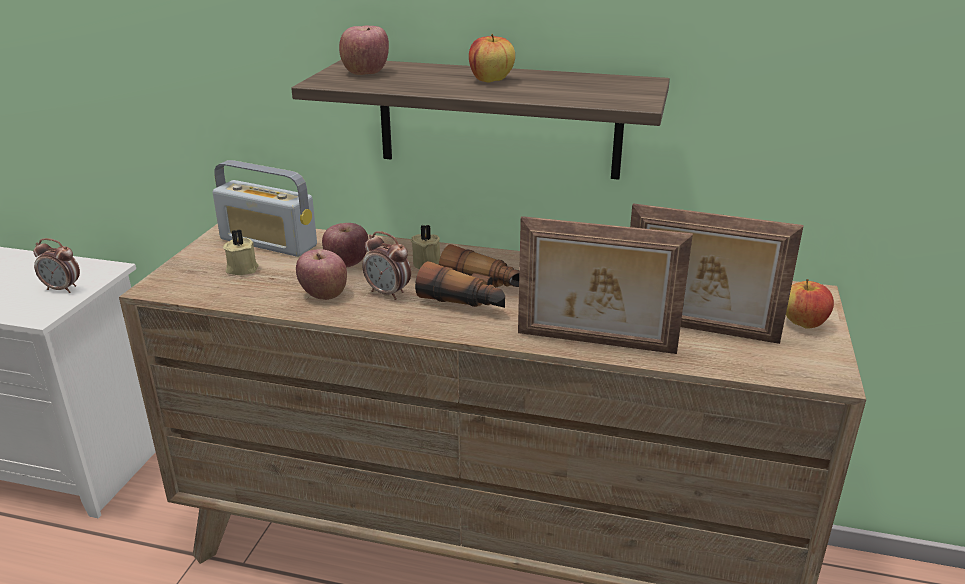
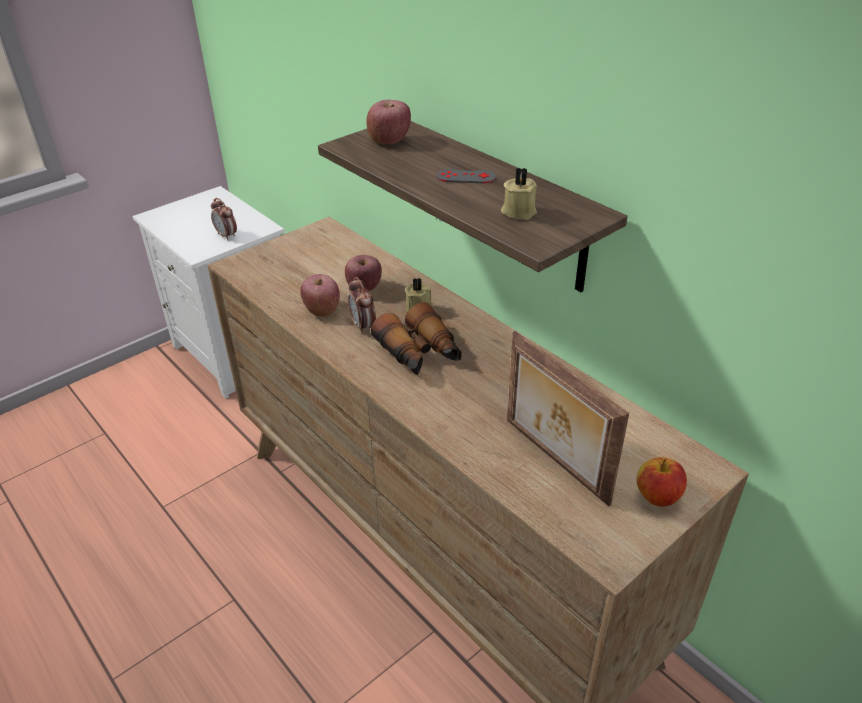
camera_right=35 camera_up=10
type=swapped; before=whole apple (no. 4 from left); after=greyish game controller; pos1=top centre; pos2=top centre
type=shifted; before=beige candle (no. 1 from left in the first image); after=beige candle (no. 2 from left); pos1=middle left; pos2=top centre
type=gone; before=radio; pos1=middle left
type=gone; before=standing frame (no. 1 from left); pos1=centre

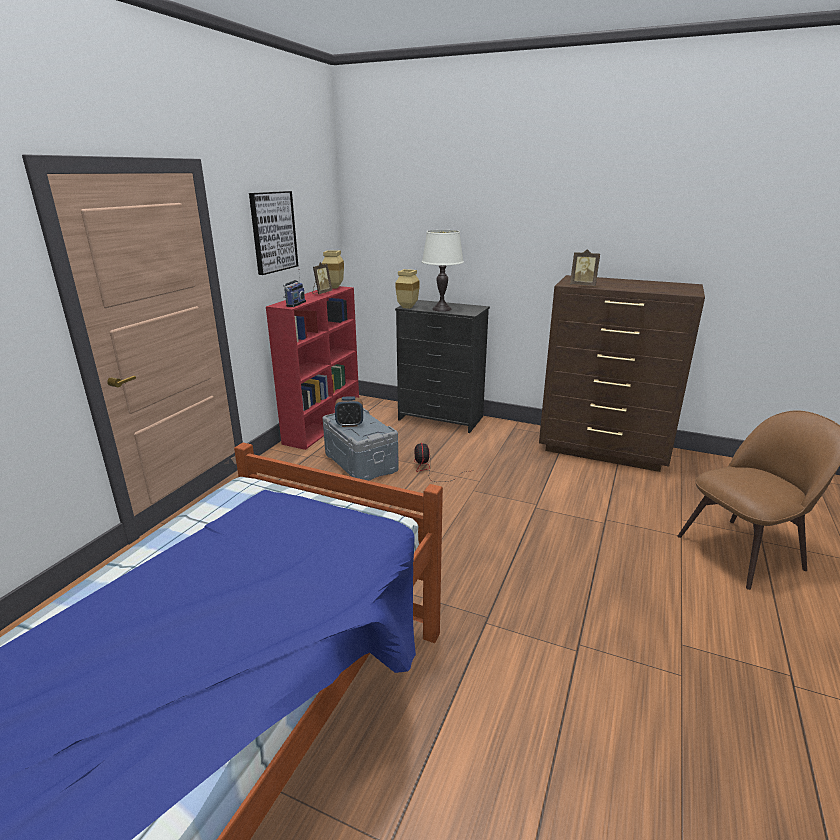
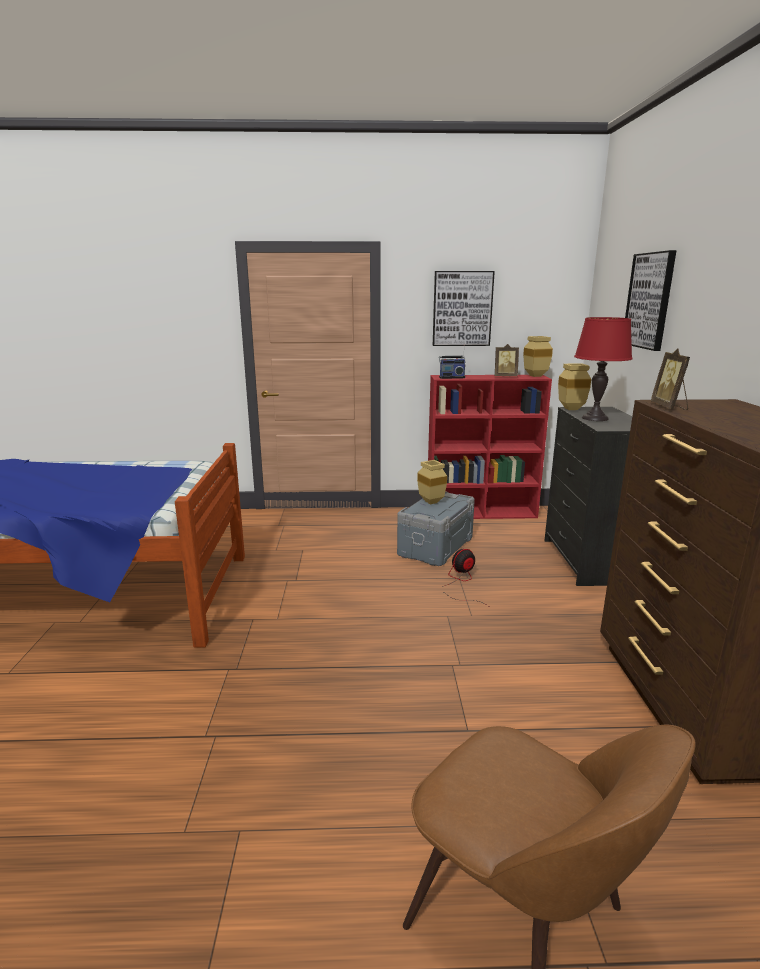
camera_right=65 camera_up=-5
type=swapped; before=bedside clock; after=beige flower vase (no. 1 from left); pos1=centre; pos2=centre
type=repainted; before=white-coloured table lamp; after=red-coloured table lamp; pos1=top centre; pos2=middle right
type=new; after=picture (no. 2 from left); pos2=top right

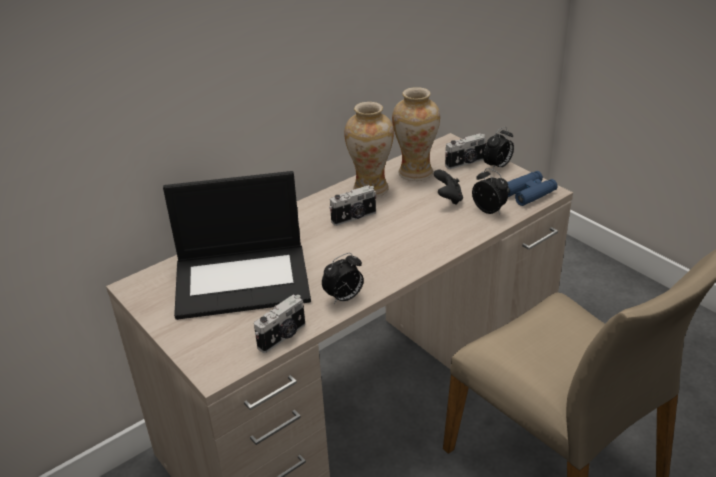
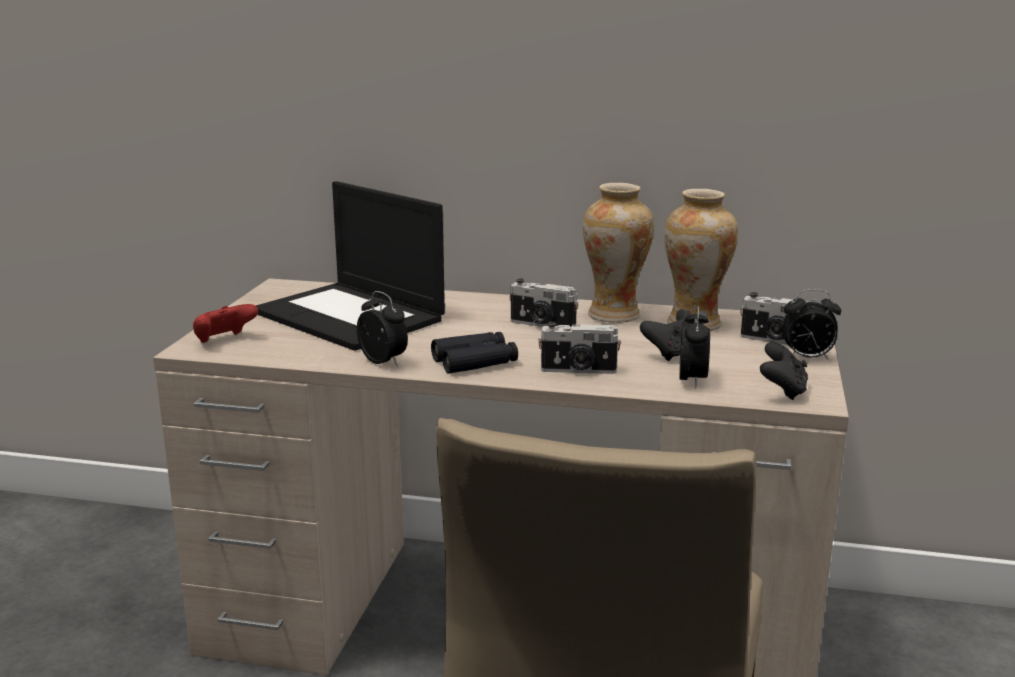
camera_right=50 camera_up=-15
type=new; after=red-coloured game controller; pos2=middle left
type=rotated; before=bedside clock (no. 1 from left); pos1=centre; pos2=centre; turn=-150
type=new; after=black-coloured binoculars; pos2=centre
type=shifted; before=photo camera (no. 1 from left in the first image); after=photo camera (no. 2 from left); pos1=bottom centre; pos2=centre
type=swapped; before=blue binoculars; after=black-coloured game controller (no. 2 from left); pos1=middle right; pos2=middle right

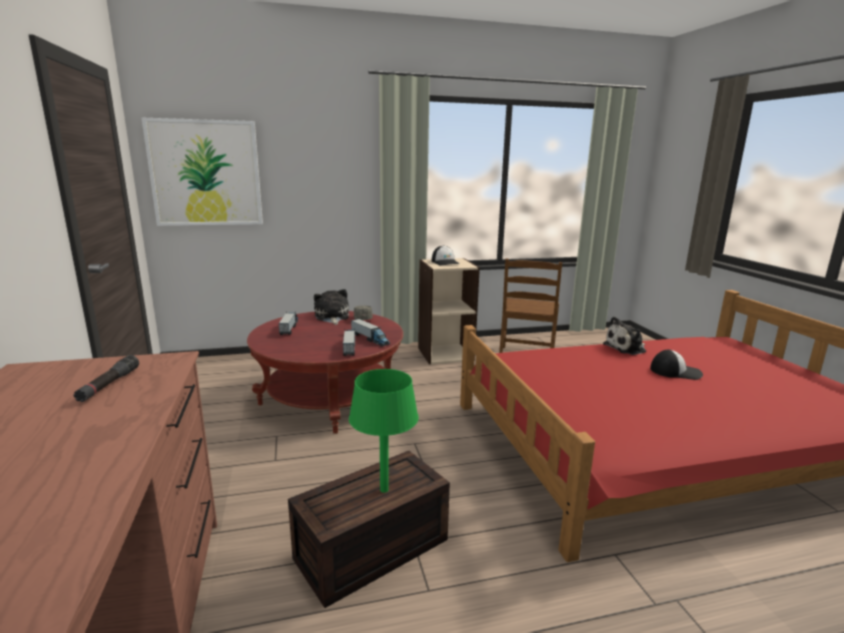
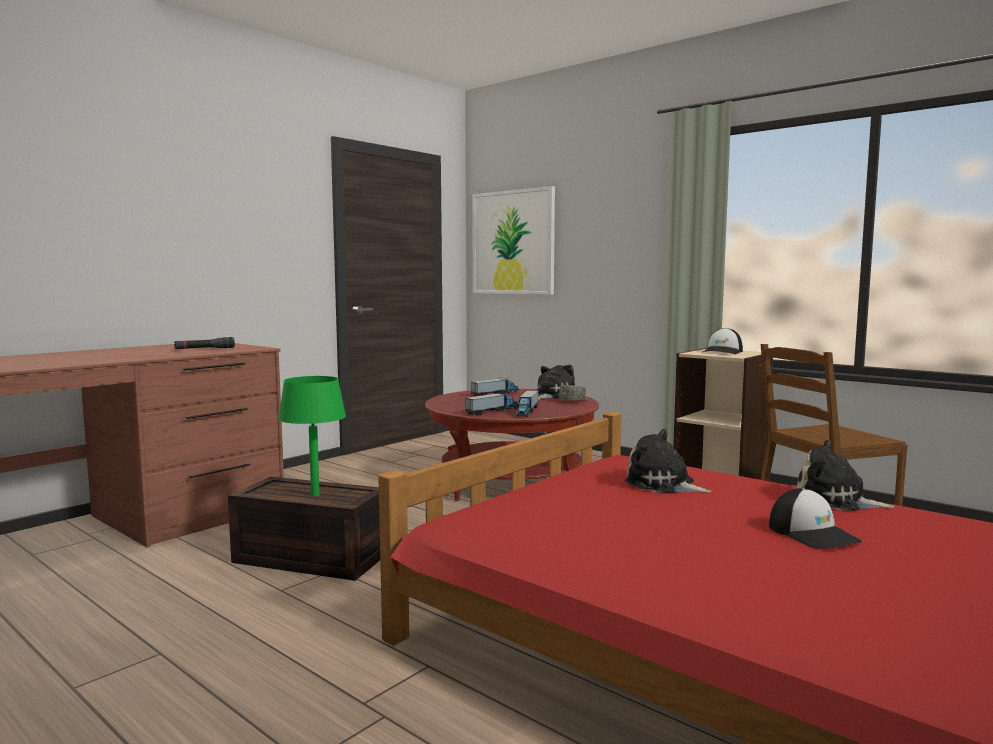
camera_right=55 camera_up=-10
type=new; after=cuddly toy (no. 2 from left); pos2=middle right

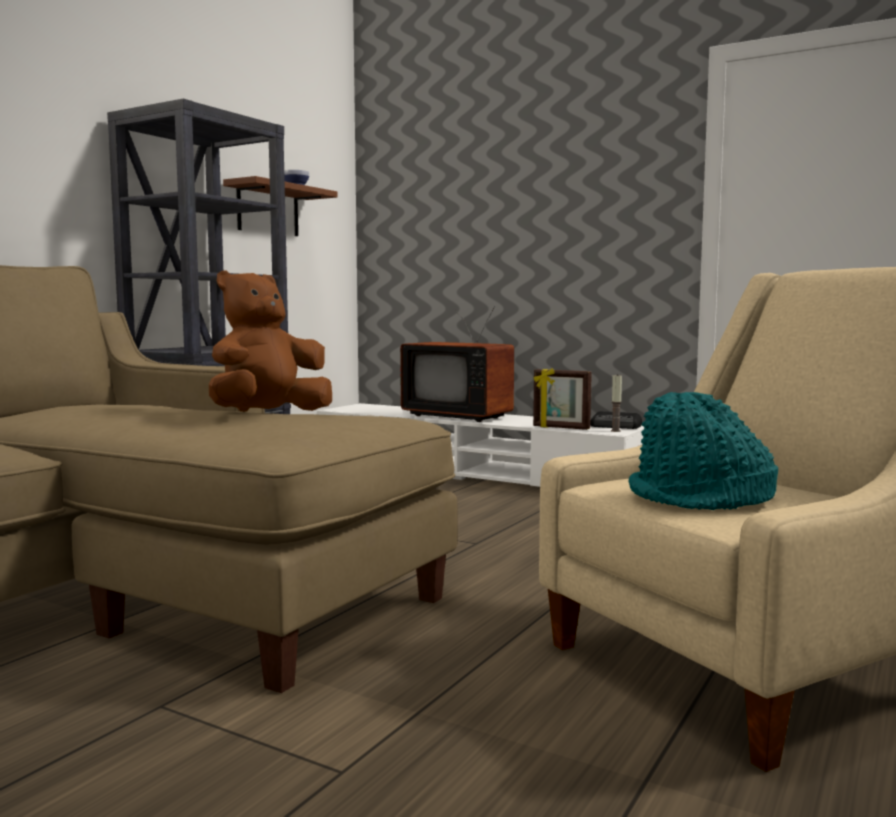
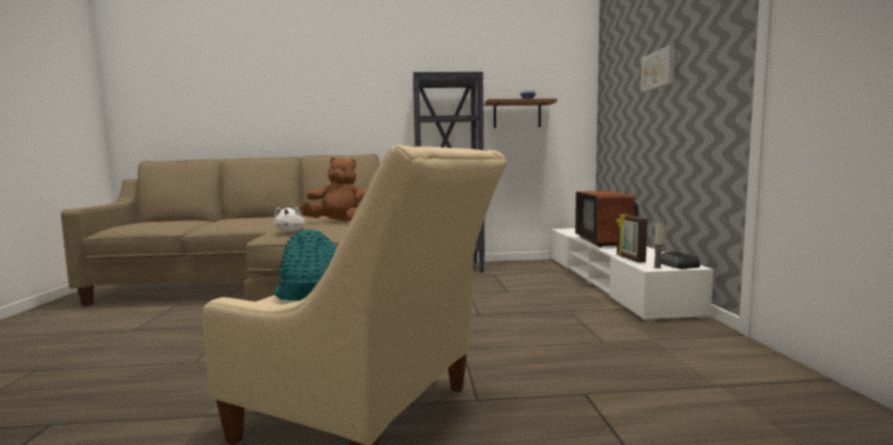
camera_right=55 camera_up=0
type=new; after=white-coloured cuddly toy; pos2=middle left
type=new; after=picture; pos2=top right

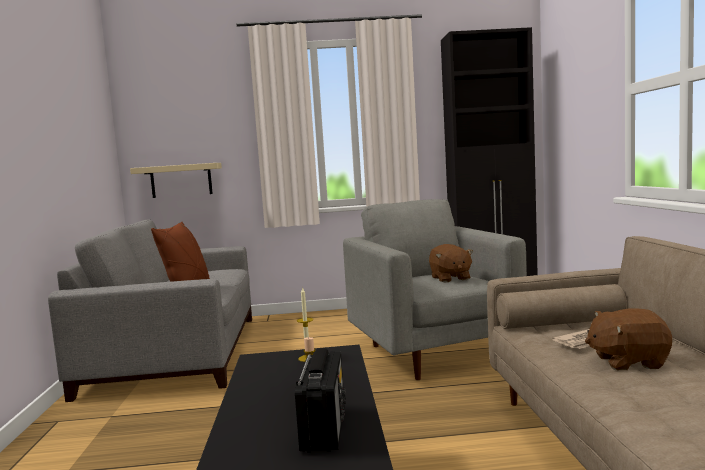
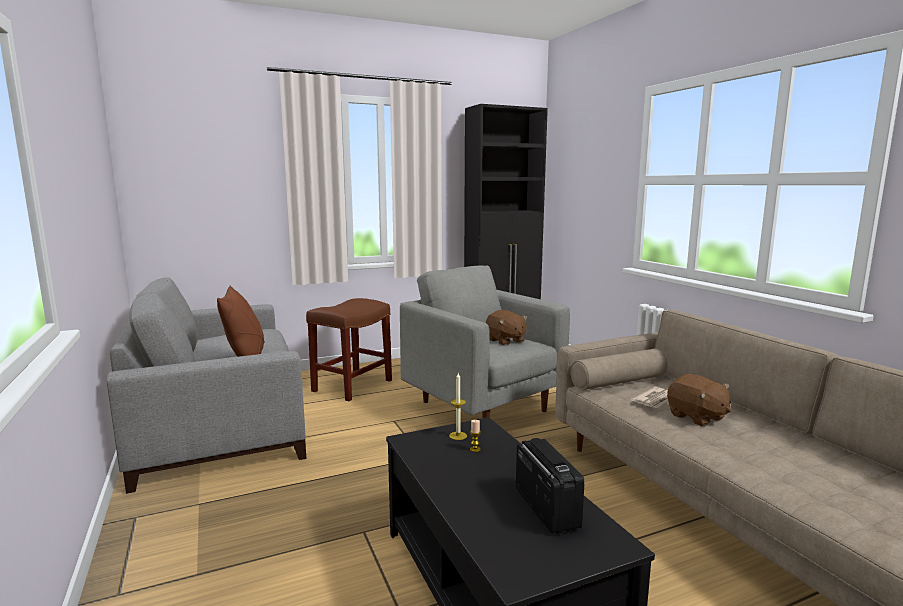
camera_right=-20 camera_up=5
type=new; after=brown stool; pos2=centre
type=rotated; before=brown cuddly toy (no. 2 from left); pos1=bottom right; pos2=middle right; turn=-105
type=gone; before=beige wall shelf; pos1=middle left

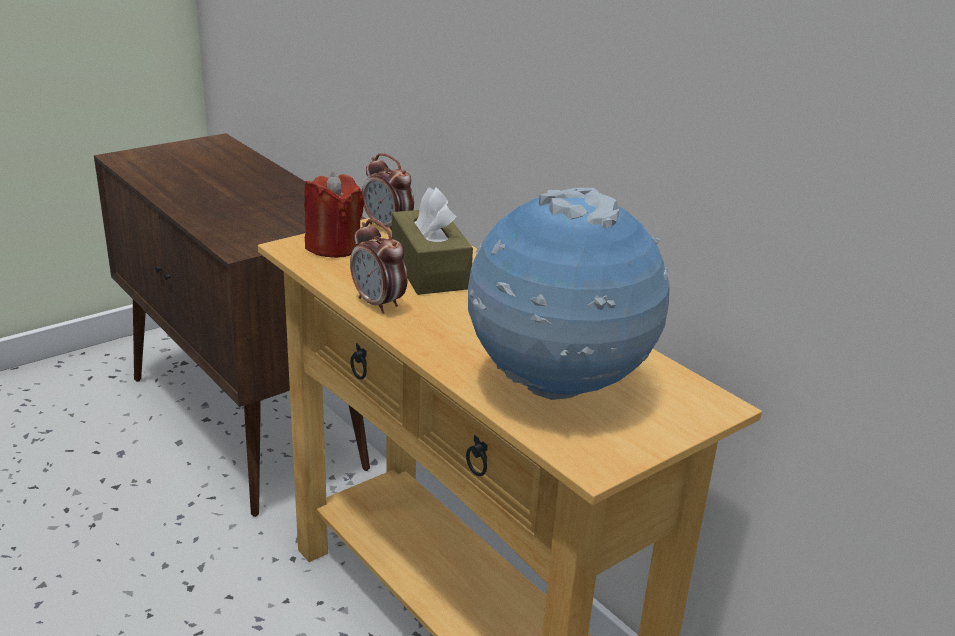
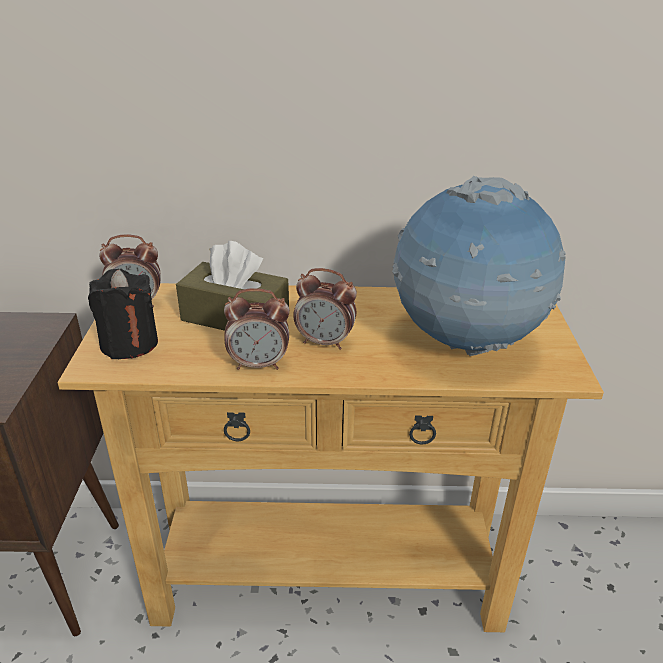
camera_right=-50 camera_up=5
type=repainted; before=red-coloured candle; after=black-coloured candle; pos1=centre; pos2=middle left
type=new; after=bedside clock (no. 3 from left); pos2=centre

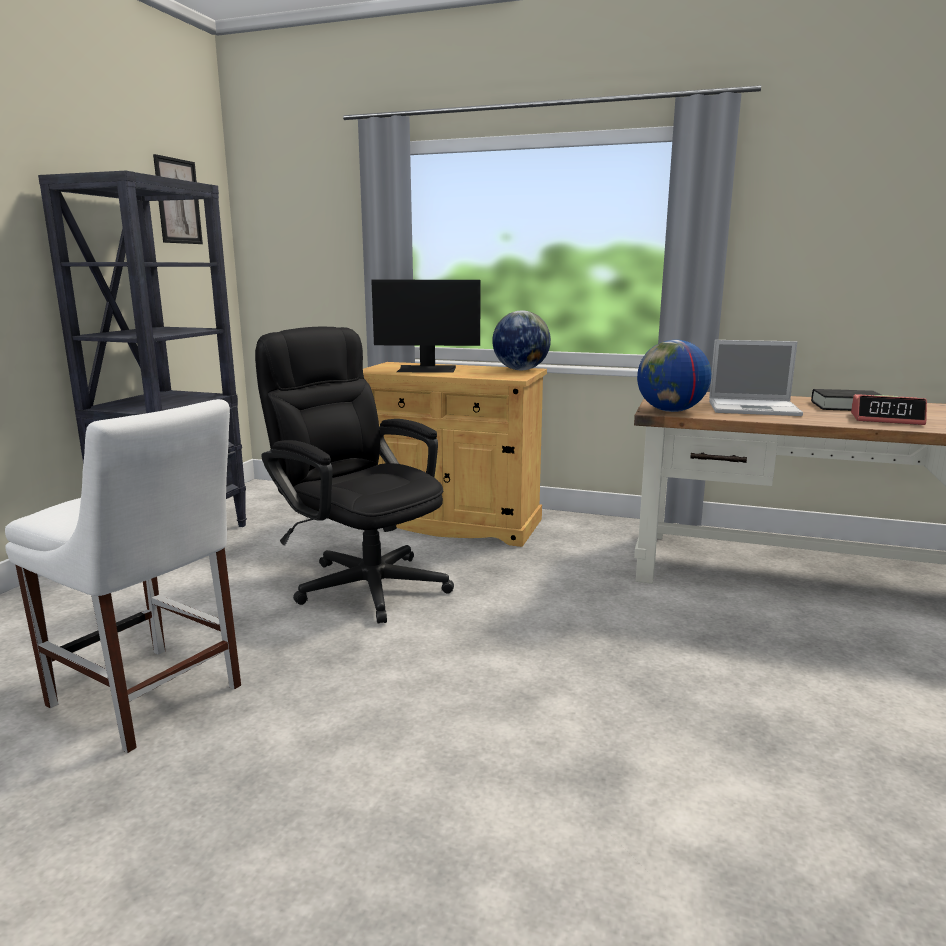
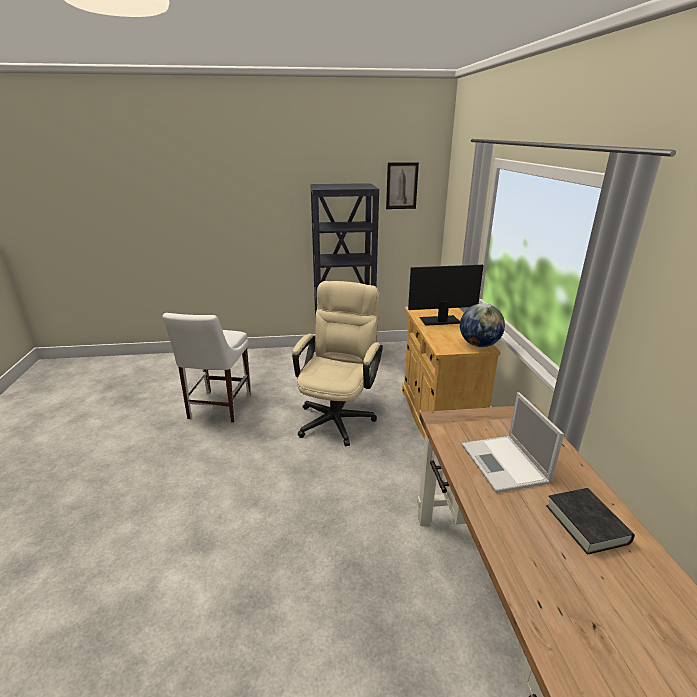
camera_right=65 camera_up=10
type=repainted; before=black-coloured office chair; after=beige office chair; pos1=centre; pos2=centre
type=rotated; before=computer screen; pos1=centre; pos2=centre; turn=105
type=gone; before=desk globe (no. 2 from left); pos1=middle right
type=gone; before=bedside clock; pos1=middle right

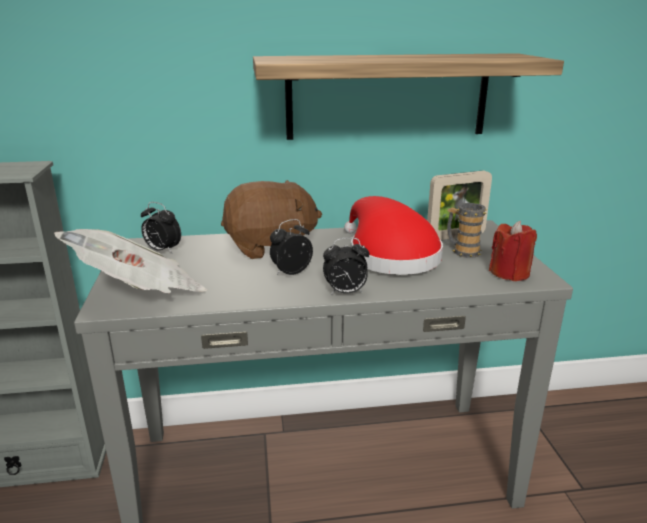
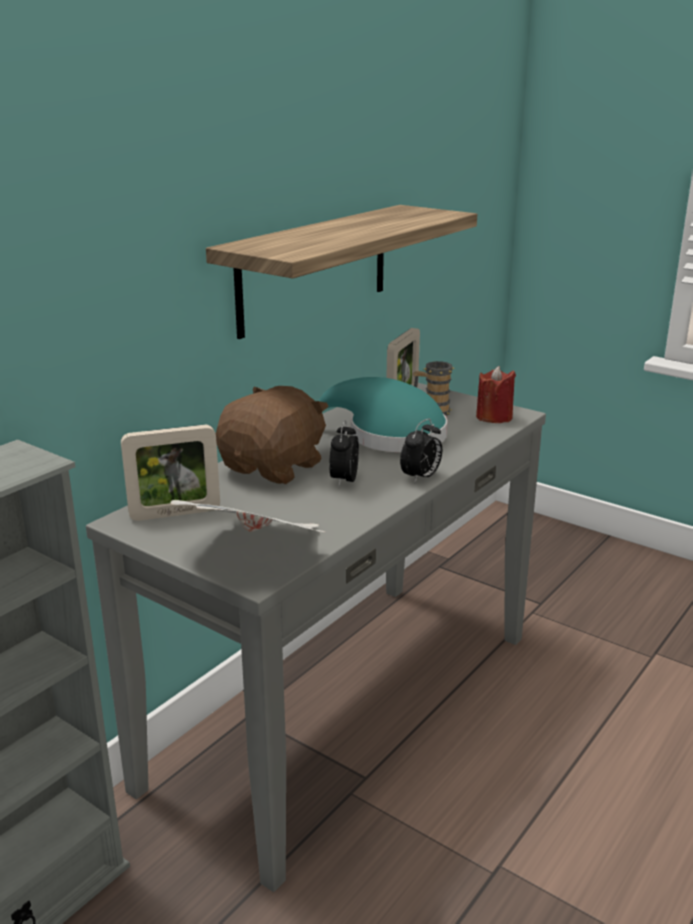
camera_right=-45 camera_up=0
type=swapped; before=bedside clock (no. 1 from left); after=standing frame (no. 1 from left); pos1=middle left; pos2=middle left
type=repainted; before=red-coloured hat; after=turquoise-coloured hat; pos1=centre; pos2=centre

